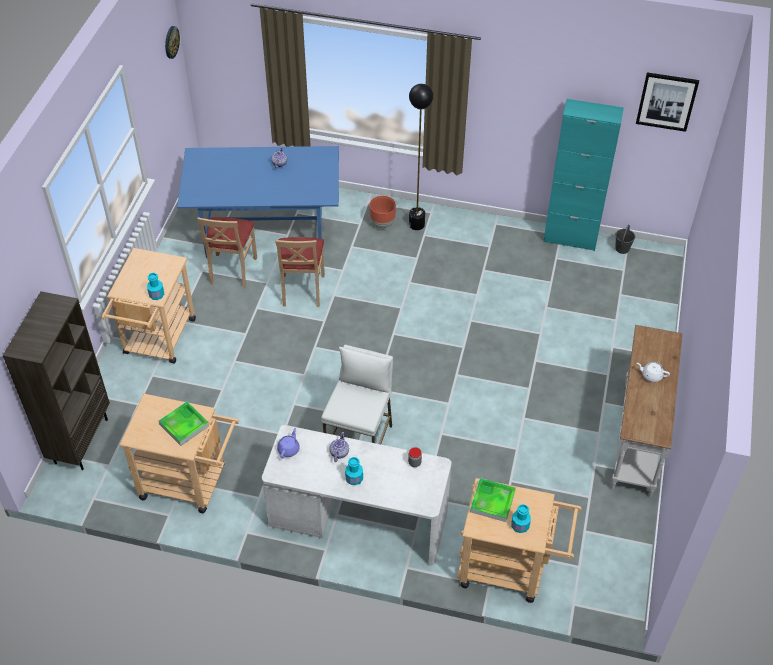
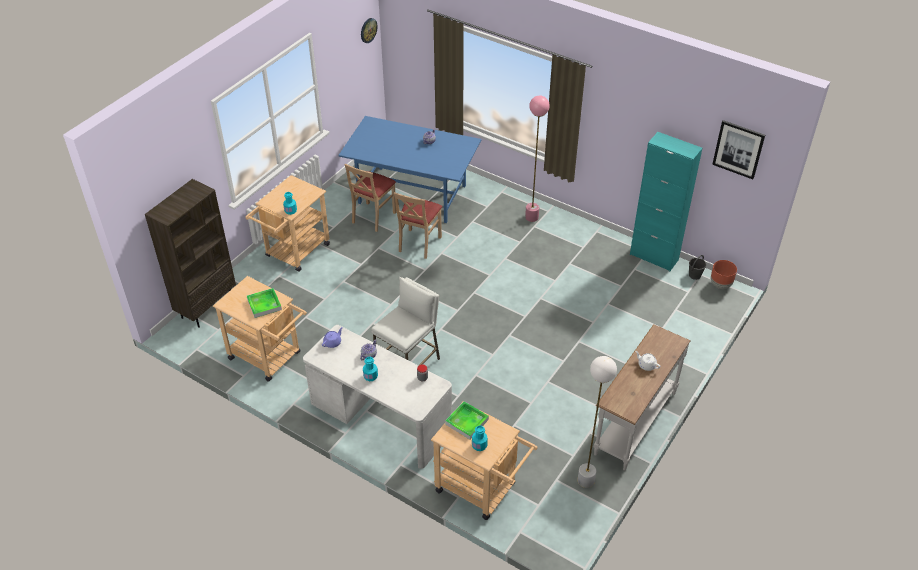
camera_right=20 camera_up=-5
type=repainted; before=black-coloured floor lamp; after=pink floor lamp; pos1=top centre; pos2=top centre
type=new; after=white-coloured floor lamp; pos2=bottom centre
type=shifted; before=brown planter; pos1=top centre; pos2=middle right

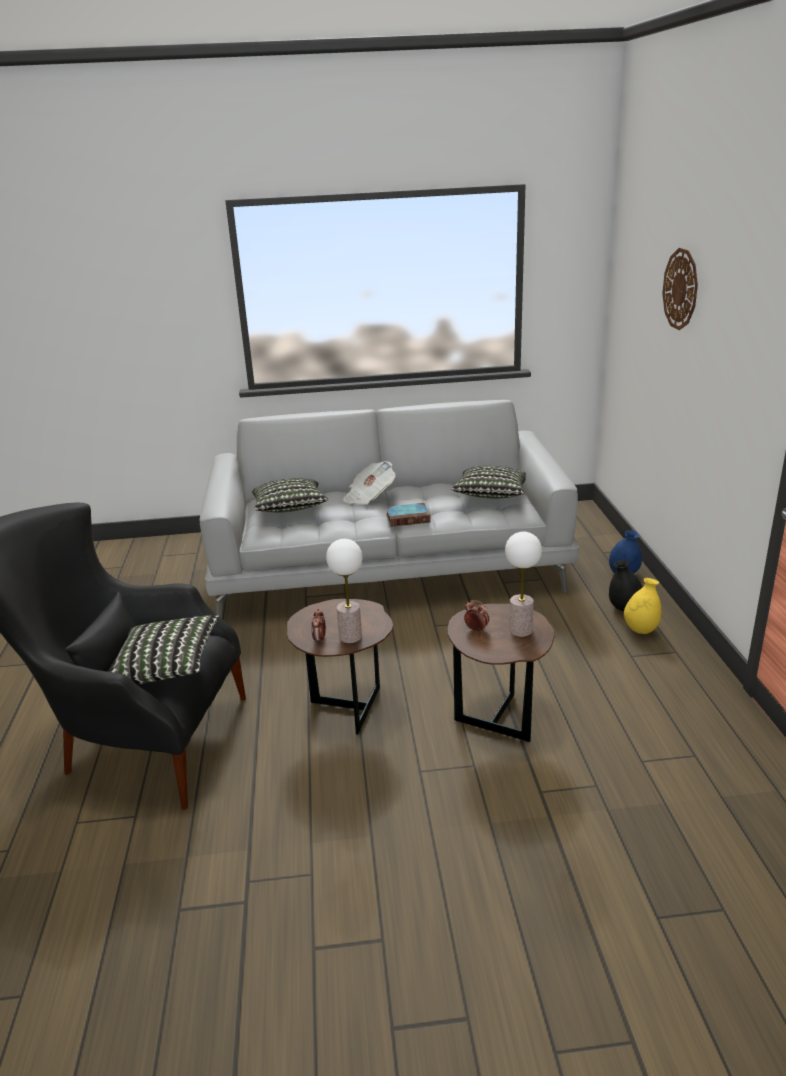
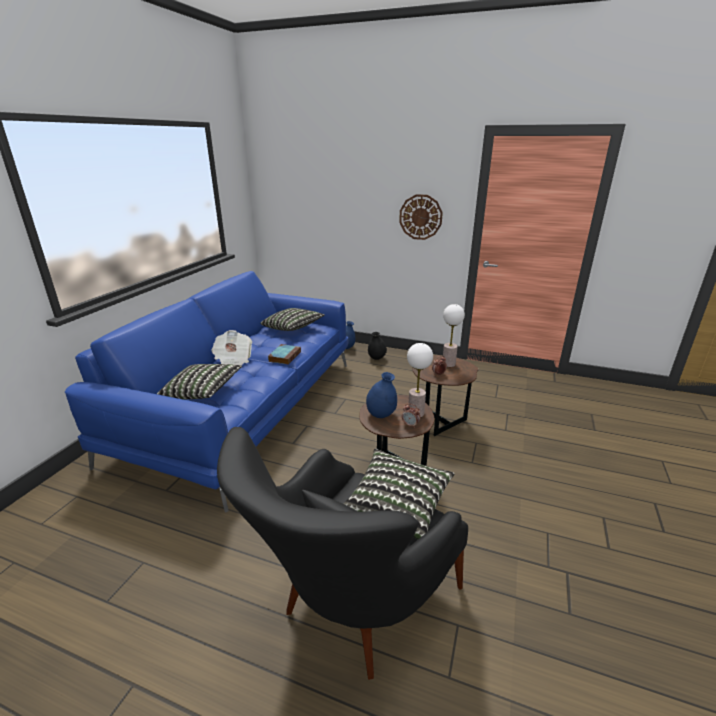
camera_right=-65 camera_up=0
type=repainted; before=greyish couch; after=blue couch; pos1=centre; pos2=middle left
type=new; after=blue flower vase (no. 2 from left); pos2=centre
type=shifted; before=wall clock; pos1=top right; pos2=top centre
type=gone; before=yellow-coloured flower vase; pos1=middle right

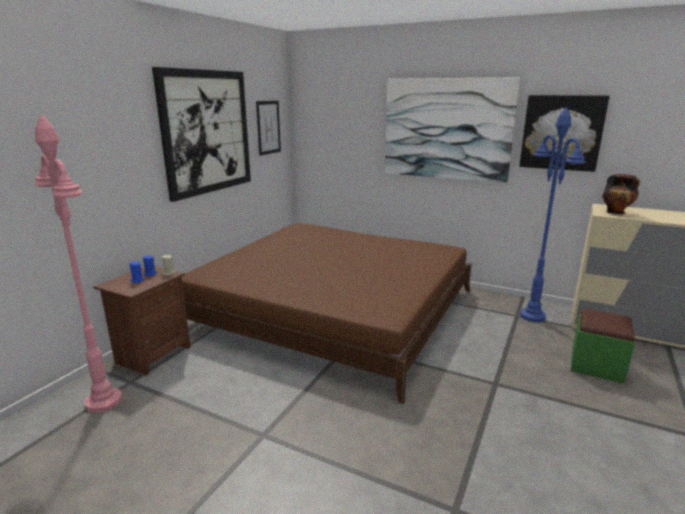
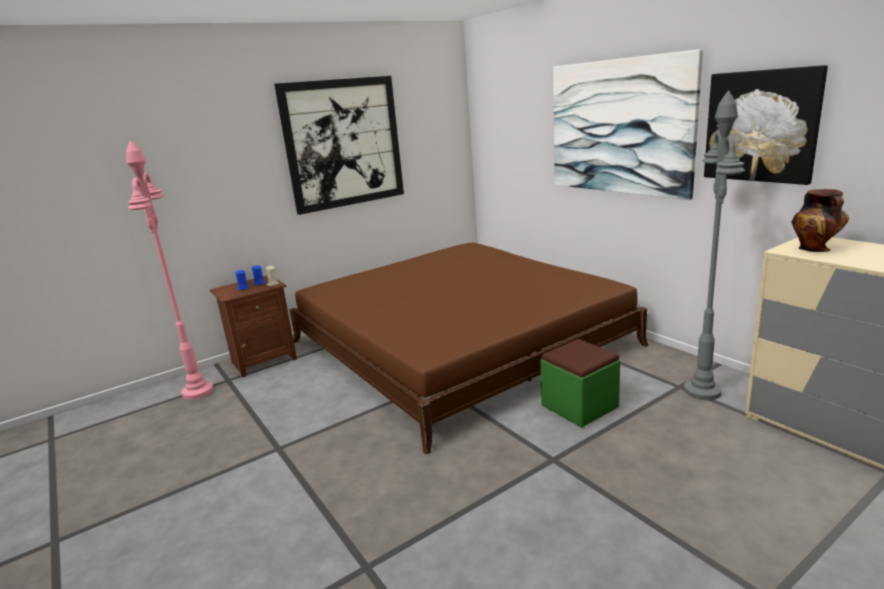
camera_right=30 camera_up=0
type=shifted; before=green ottoman; pos1=bottom right; pos2=centre
type=repainted; before=blue floor lamp; after=greyish floor lamp; pos1=middle right; pos2=middle right
type=gone; before=picture (no. 2 from left); pos1=top centre

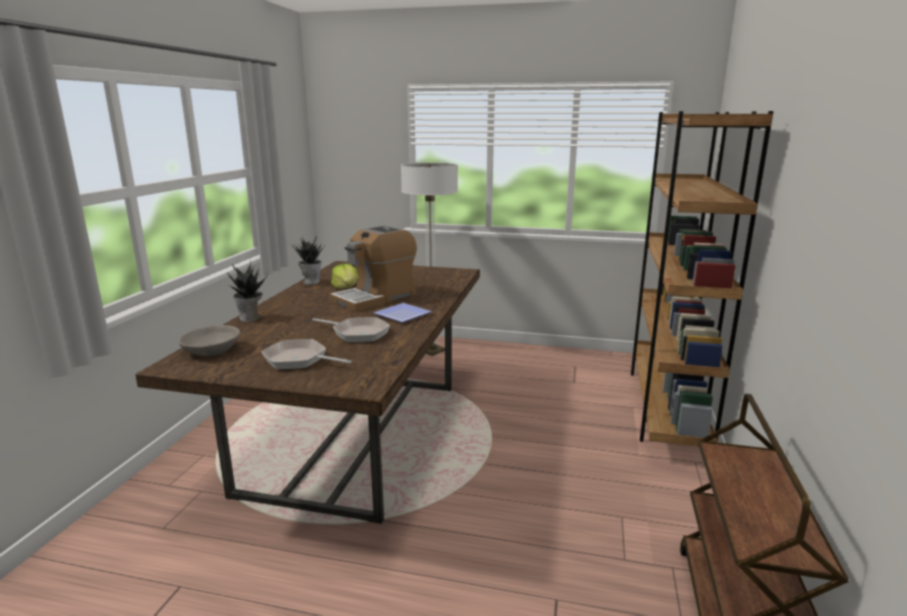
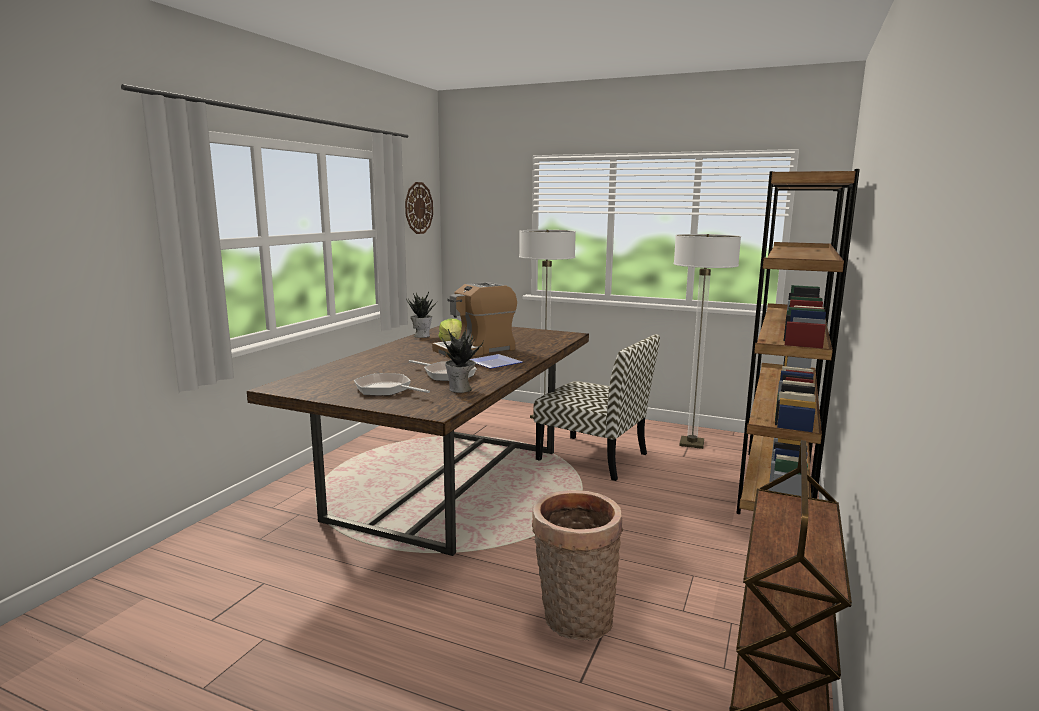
camera_right=10 camera_up=-5
type=new; after=wall clock; pos2=top centre
type=shifted; before=potted plant (no. 1 from left in the first image); after=potted plant (no. 2 from left); pos1=middle left; pos2=centre
type=new; after=storage basket; pos2=bottom centre
type=new; after=plain chair; pos2=centre
type=new; after=floor lamp (no. 2 from left); pos2=middle right
type=gone; before=greyish bowl; pos1=middle left

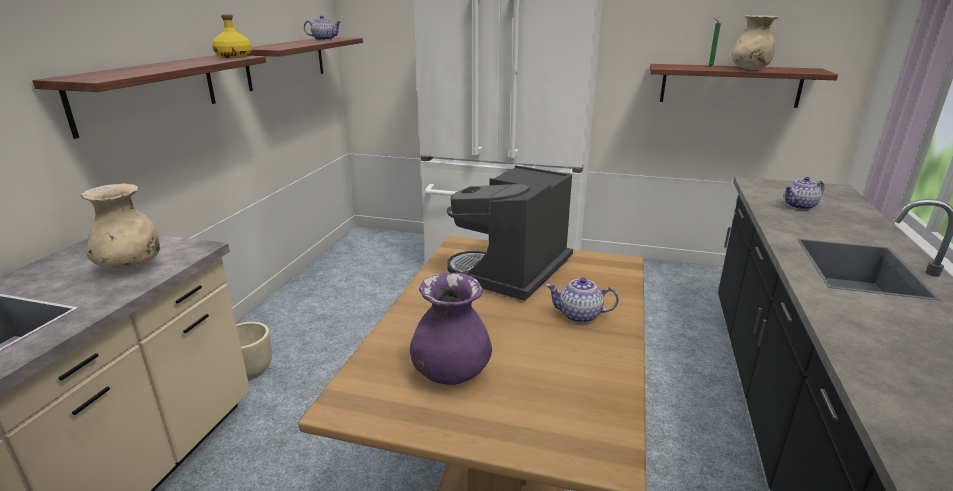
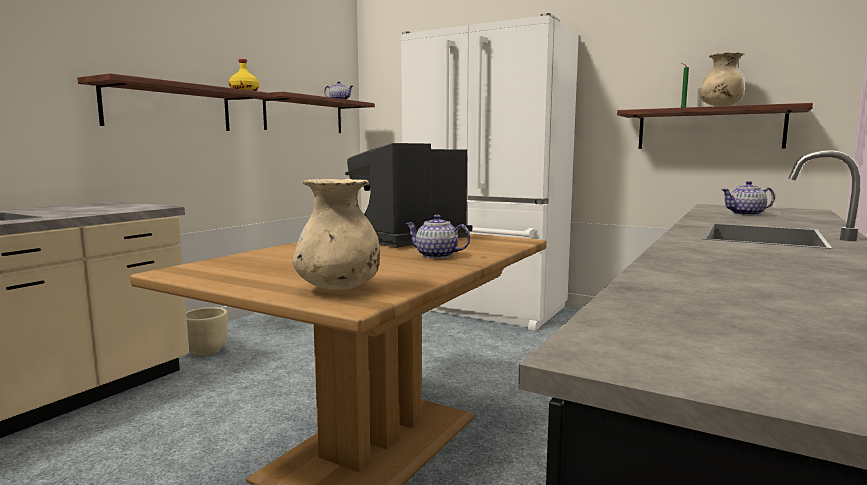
camera_right=15 camera_up=-15
type=shifted; before=beige flower vase (no. 1 from left); pos1=middle left; pos2=centre
type=gone; before=purplish flower vase; pos1=bottom centre

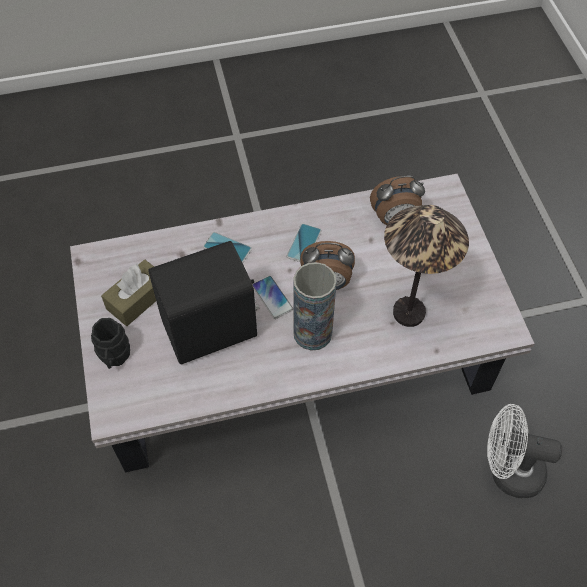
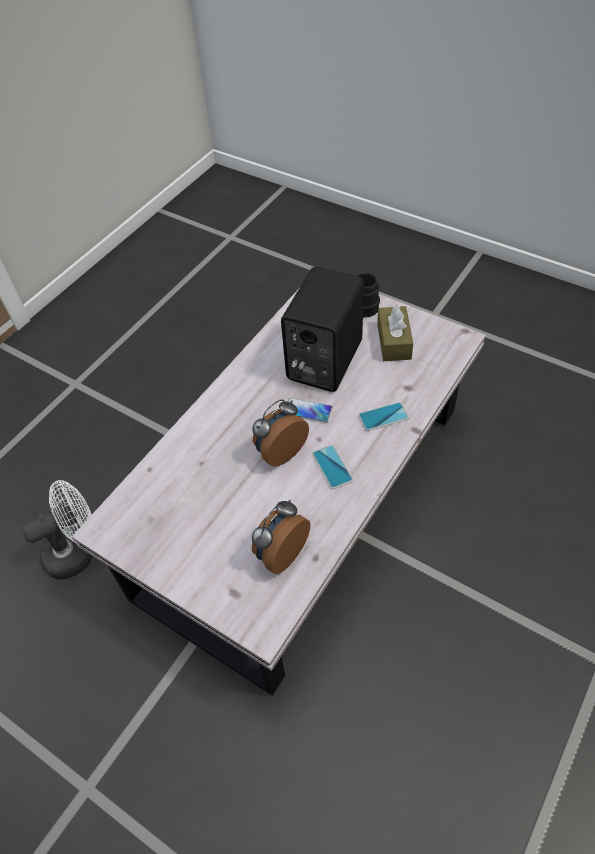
camera_right=140 camera_up=-5
type=gone; before=flower vase; pos1=centre
type=gone; before=table lamp; pos1=middle right

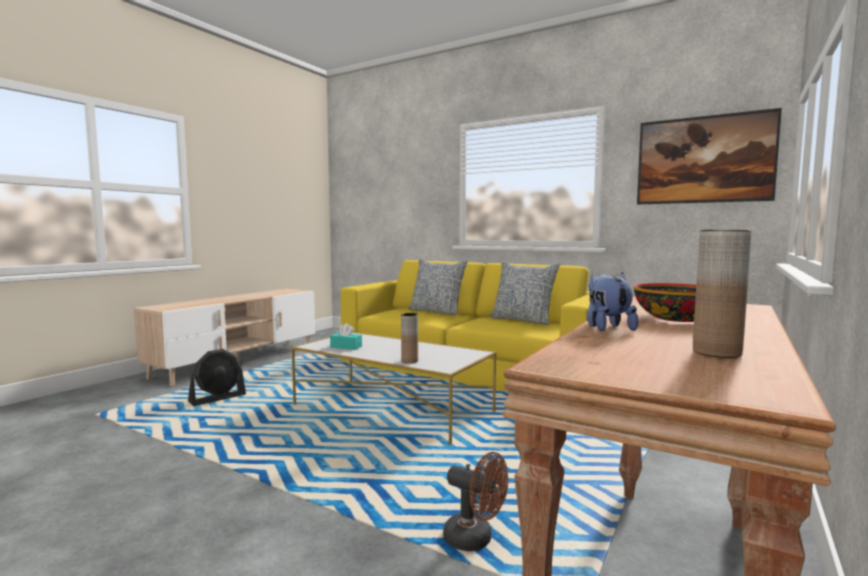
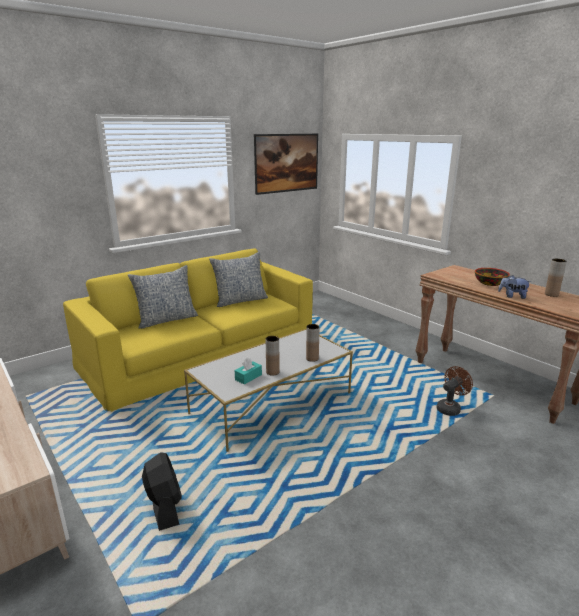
camera_right=-70 camera_up=15
type=new; after=brown flower vase (no. 1 from left); pos2=centre

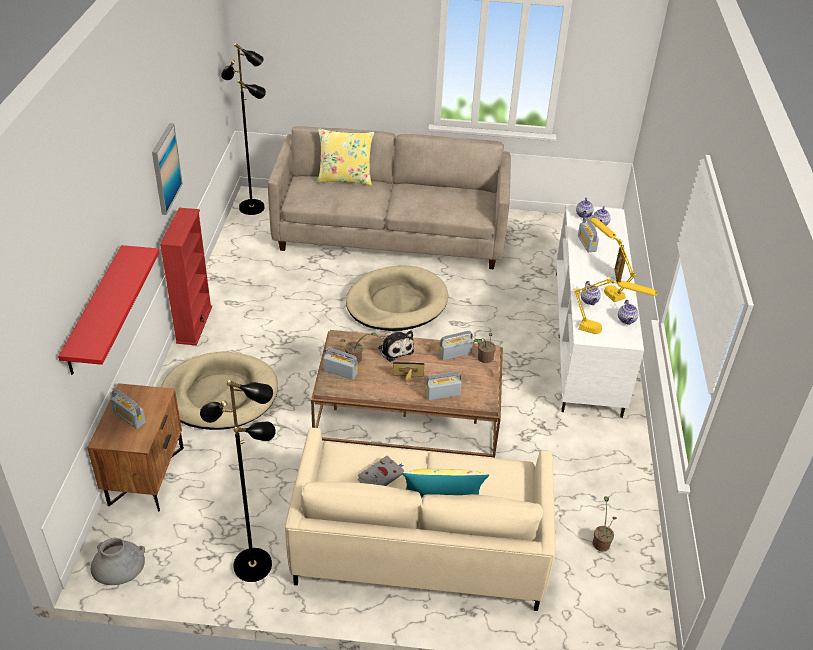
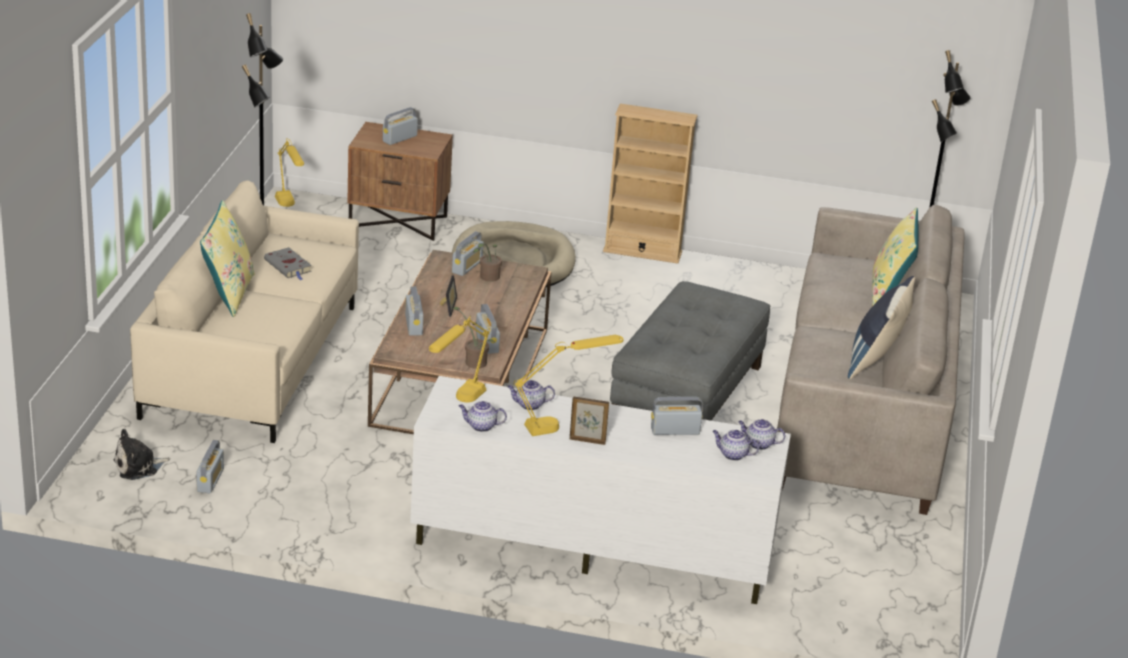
camera_right=95 camera_up=-10
type=shifted; before=cuddly toy; pos1=centre; pos2=bottom left
type=swapped; before=potted plant (no. 3 from left); after=radio (no. 1 from left); pos1=bottom right; pos2=bottom left
type=swapped; before=greyish flower vase; after=yellow-coloured table lamp (no. 1 from left); pos1=bottom left; pos2=top left
type=repainted; before=red-coloured bookshelf; after=beige bookshelf; pos1=middle left; pos2=top centre
type=swapped; before=beige dog bed (no. 2 from left); after=greyish ottoman; pos1=centre; pos2=centre
type=new; after=blue throw pillow; pos2=middle right
type=gone; before=red-coloured wall shelf; pos1=middle left
type=gone; before=picture; pos1=top left

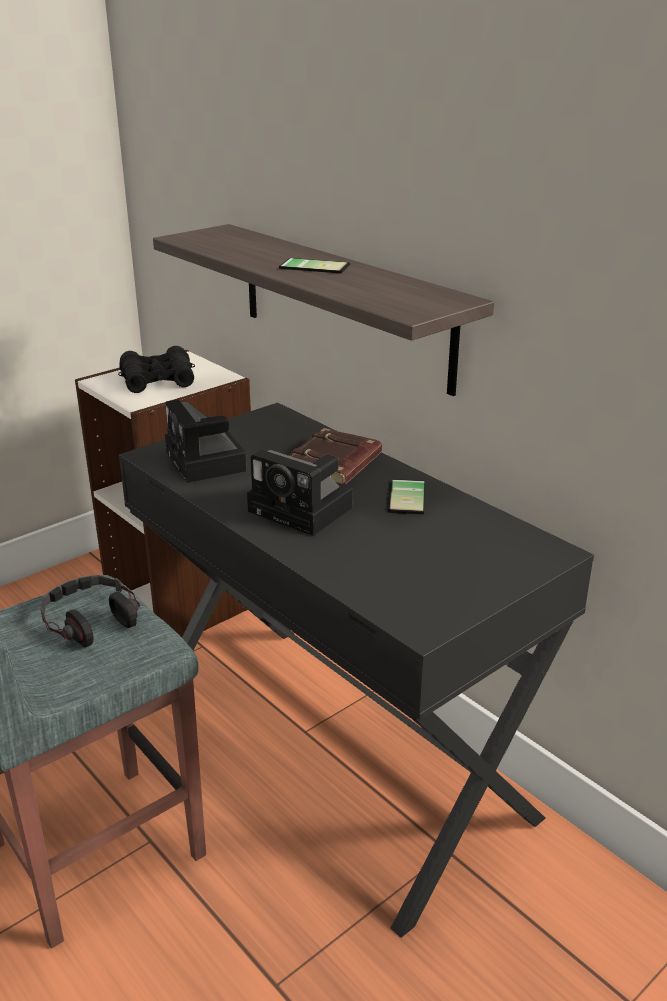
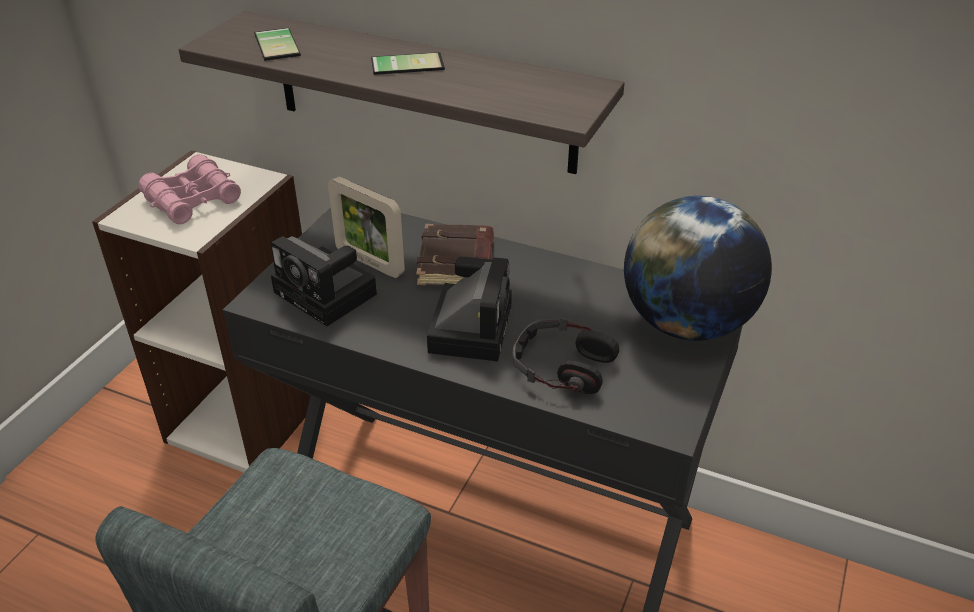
camera_right=-25 camera_up=10
type=repainted; before=black-coloured binoculars; after=pink binoculars; pos1=middle left; pos2=top left
type=shifted; before=telephone (no. 2 from left in the first image); after=telephone (no. 1 from left); pos1=centre; pos2=top left
type=new; after=standing frame; pos2=centre
type=rotated; before=photo camera (no. 2 from left); pos1=centre; pos2=centre; turn=-90
type=shifted; before=headset; pos1=middle left; pos2=centre
type=new; after=desk globe; pos2=middle right

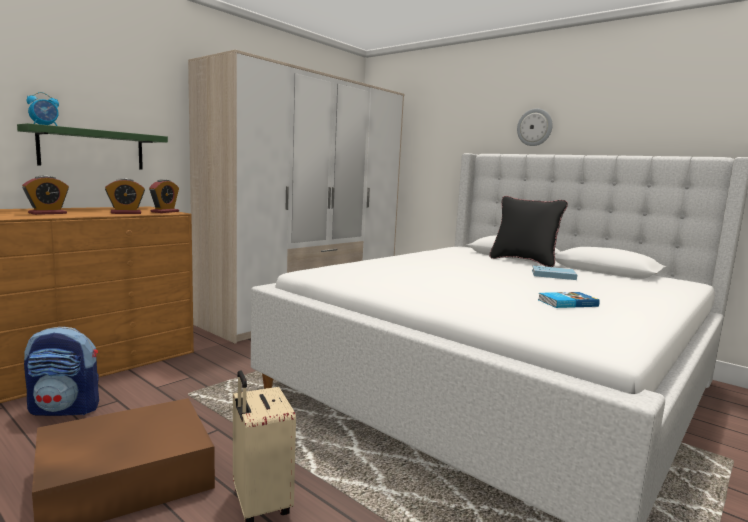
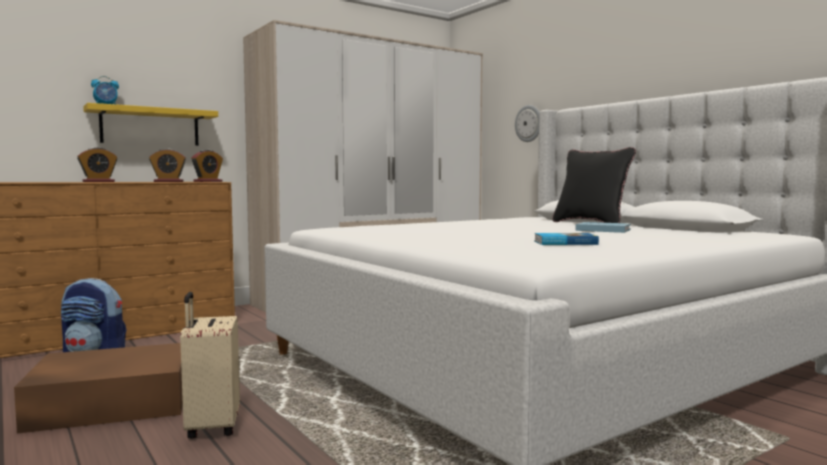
camera_right=15 camera_up=-5
type=repainted; before=green wall shelf; after=yellow-coloured wall shelf; pos1=top left; pos2=top left
type=shifted; before=wall clock; pos1=top right; pos2=top centre

